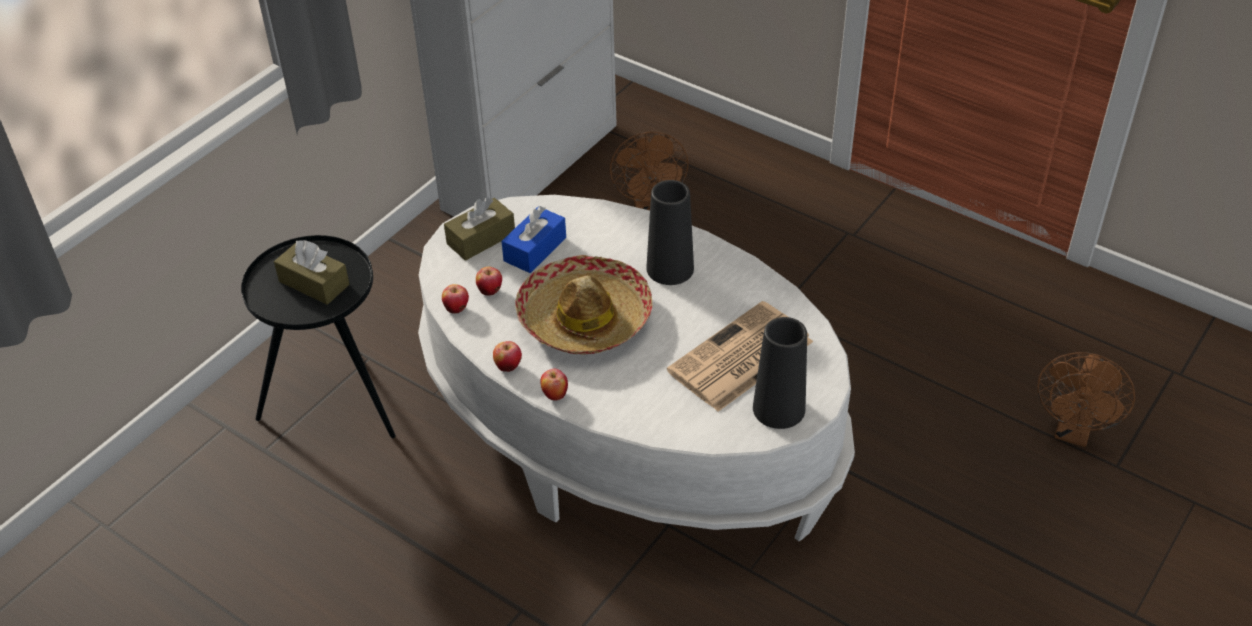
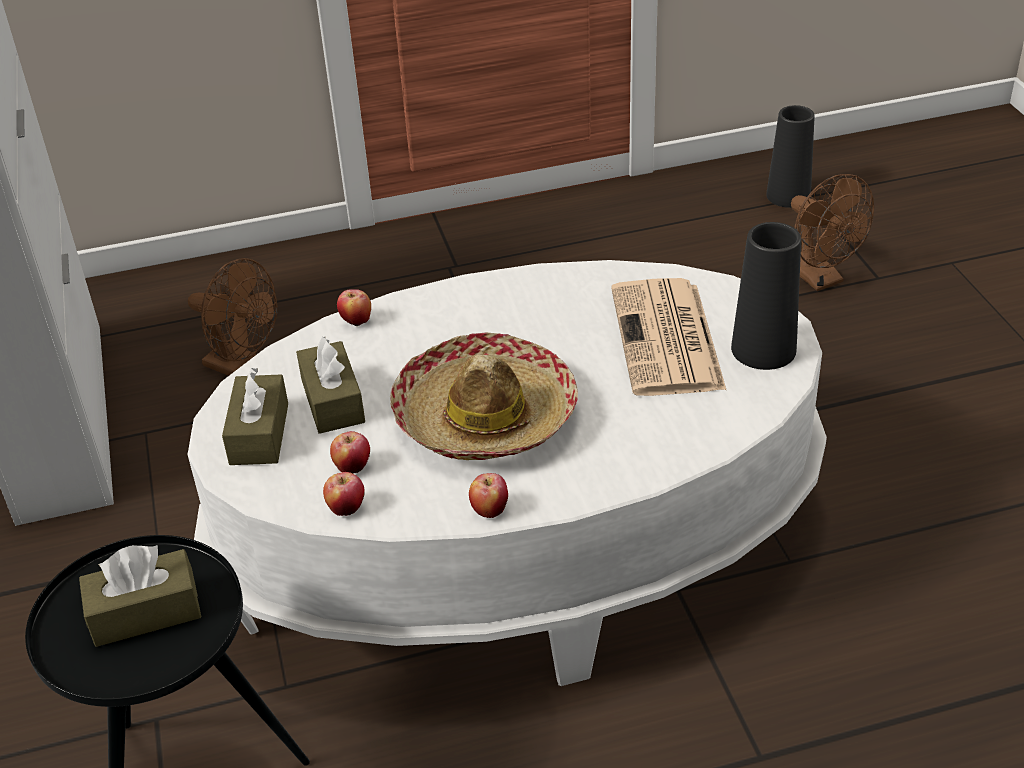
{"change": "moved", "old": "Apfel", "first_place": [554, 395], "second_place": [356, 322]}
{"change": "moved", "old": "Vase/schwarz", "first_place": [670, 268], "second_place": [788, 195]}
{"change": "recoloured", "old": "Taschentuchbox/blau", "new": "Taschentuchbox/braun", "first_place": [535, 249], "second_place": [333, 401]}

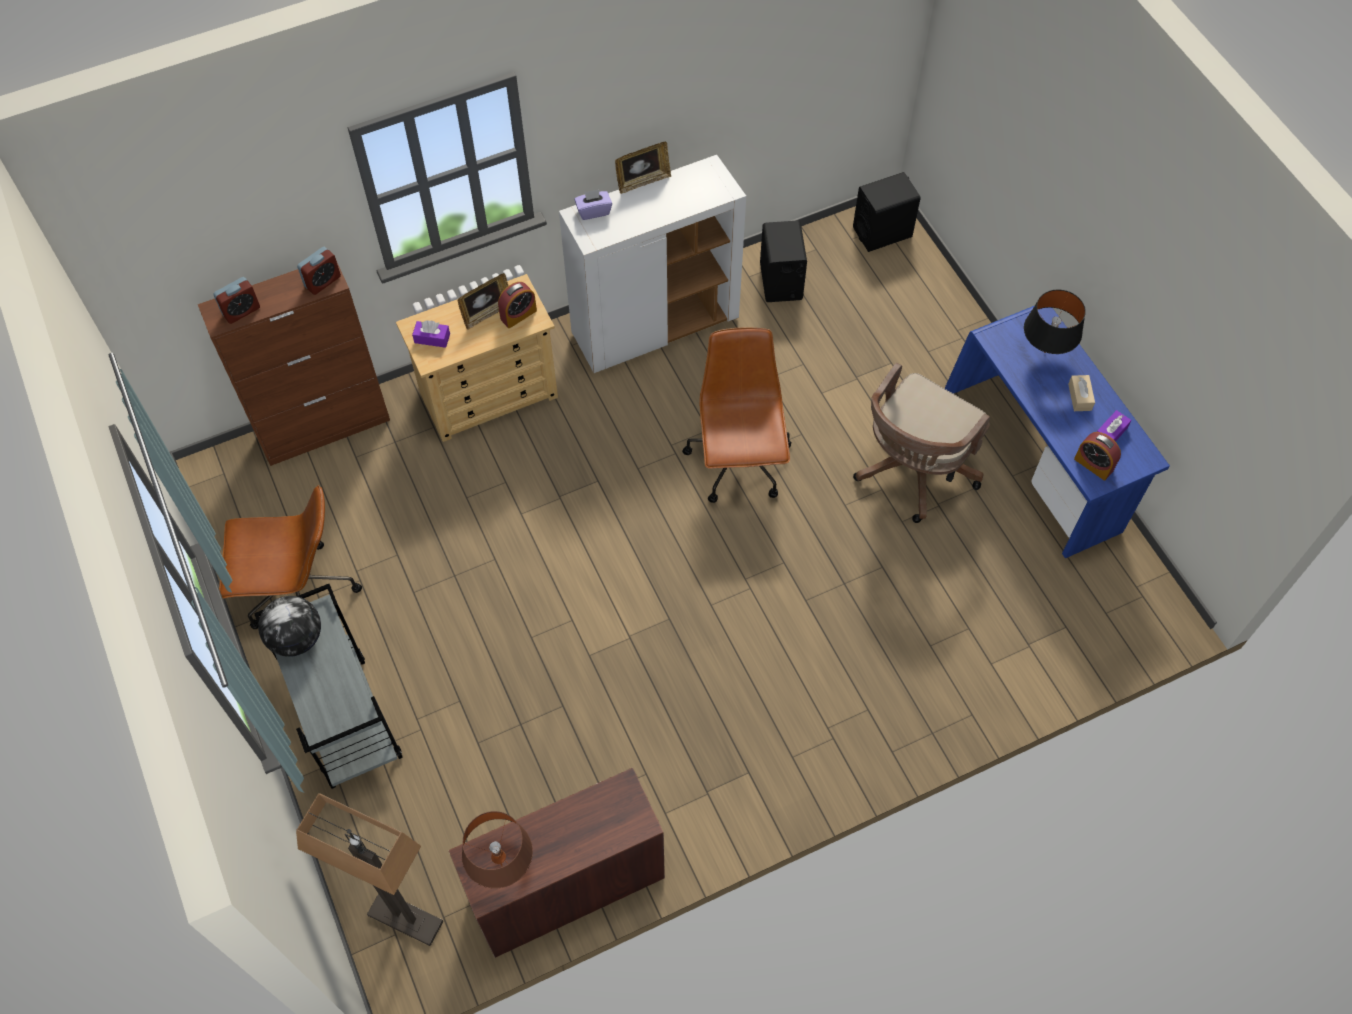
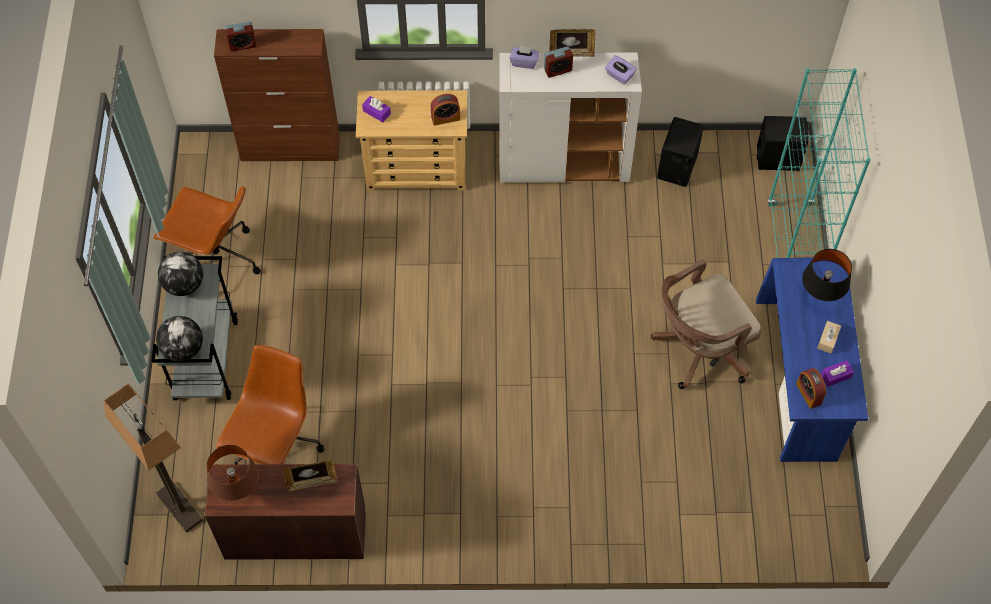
{"change": "added", "new": "Globus", "second_place": [183, 349]}
{"change": "added", "new": "Taschentuchbox/lila", "second_place": [619, 76]}
{"change": "added", "new": "Bücherregal/türkis", "second_place": [794, 246]}
{"change": "moved", "old": "Wecker", "first_place": [322, 281], "second_place": [558, 70]}
{"change": "moved", "old": "Bilderrahmen", "first_place": [487, 313], "second_place": [312, 482]}
{"change": "moved", "old": "Bürostuhl/braun", "first_place": [739, 463], "second_place": [276, 448]}

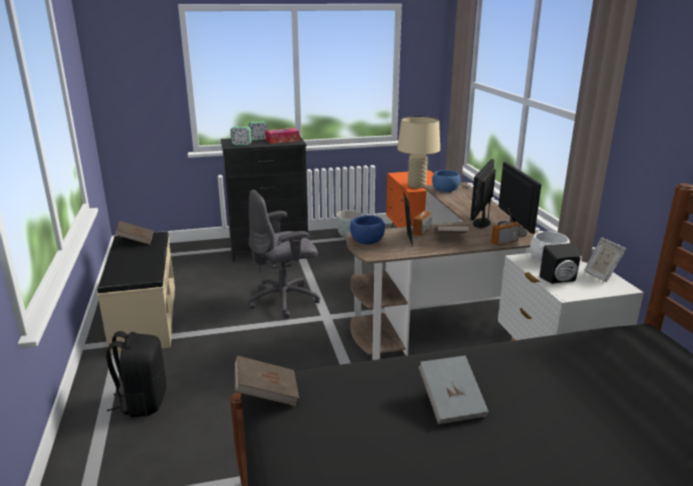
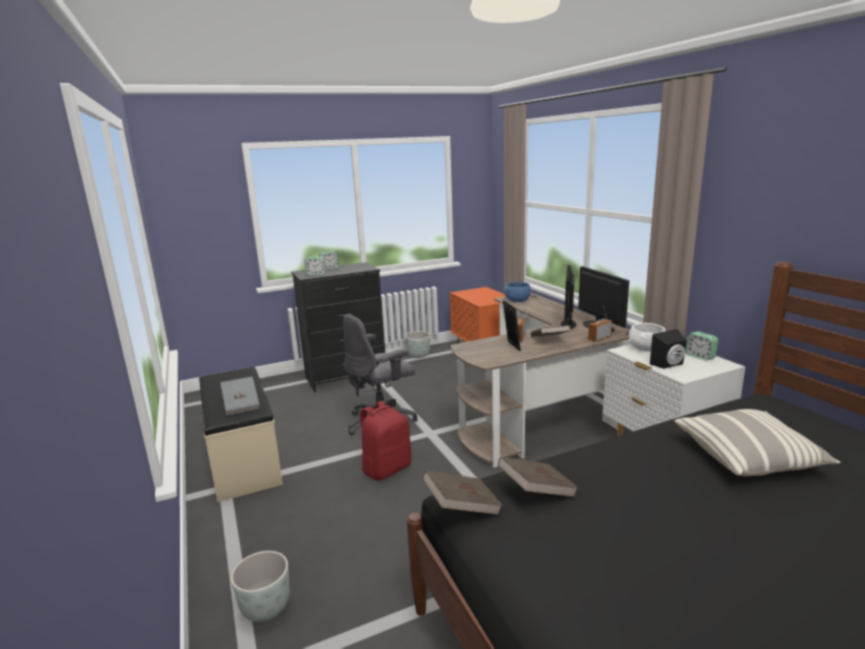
{"change": "removed", "old": "Rucksack/schwarz", "first_place": [143, 402]}
{"change": "removed", "old": "Taschentuchbox", "first_place": [282, 140]}
{"change": "removed", "old": "Schüssel/blau", "first_place": [366, 241]}
{"change": "removed", "old": "Tischlampe/beige", "first_place": [416, 185]}
{"change": "added", "new": "Pflanzkübel/grau", "second_place": [266, 608]}
{"change": "added", "new": "Rucksack/rot", "second_place": [386, 469]}
{"change": "added", "new": "Kissen", "second_place": [748, 457]}
{"change": "moved", "old": "Buch/braun", "first_place": [136, 241], "second_place": [536, 491]}
{"change": "moved", "old": "Buch/grau", "first_place": [451, 403], "second_place": [241, 405]}
{"change": "replaced", "old": "Bilderrahmen", "new": "Wecker", "first_place": [600, 275], "second_place": [700, 356]}

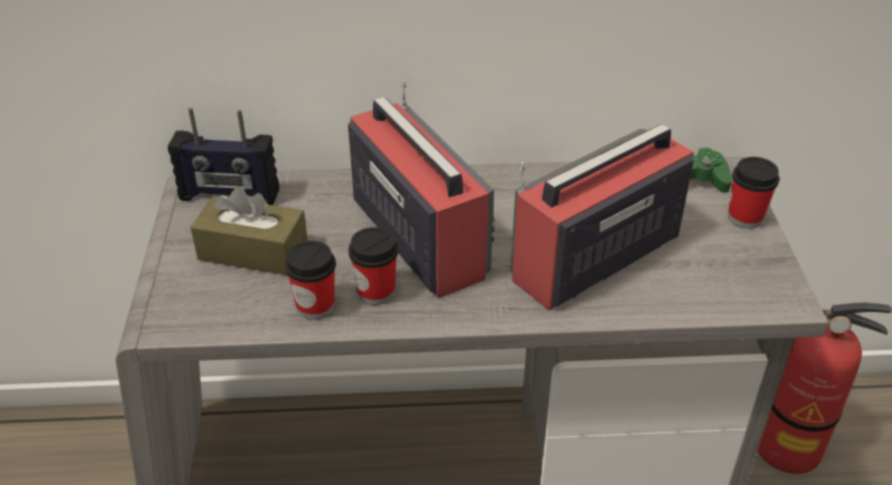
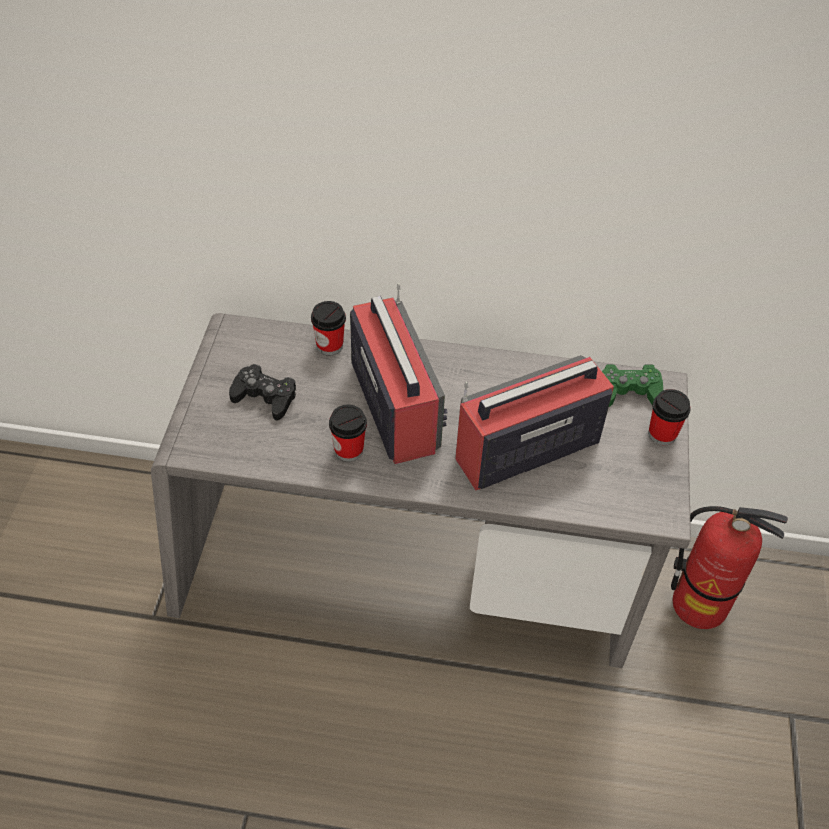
{"change": "removed", "old": "Radio", "first_place": [229, 195]}
{"change": "moved", "old": "Tasse", "first_place": [315, 306], "second_place": [329, 345]}
{"change": "replaced", "old": "Taschentuchbox/braun", "new": "Gamepad/schwarz", "first_place": [253, 251], "second_place": [265, 397]}

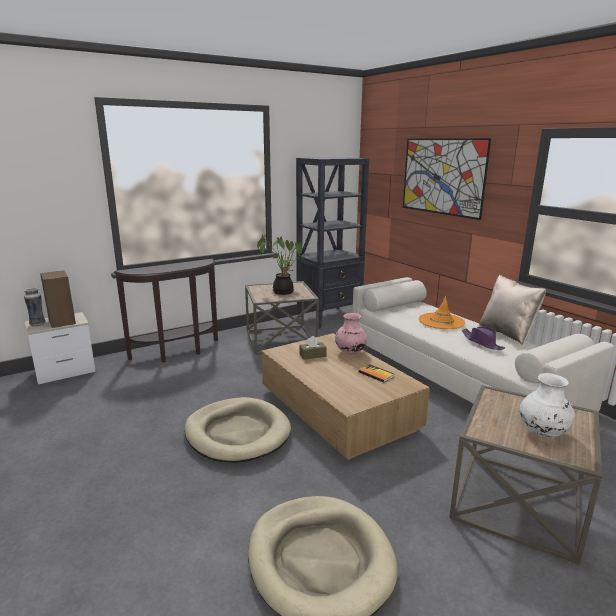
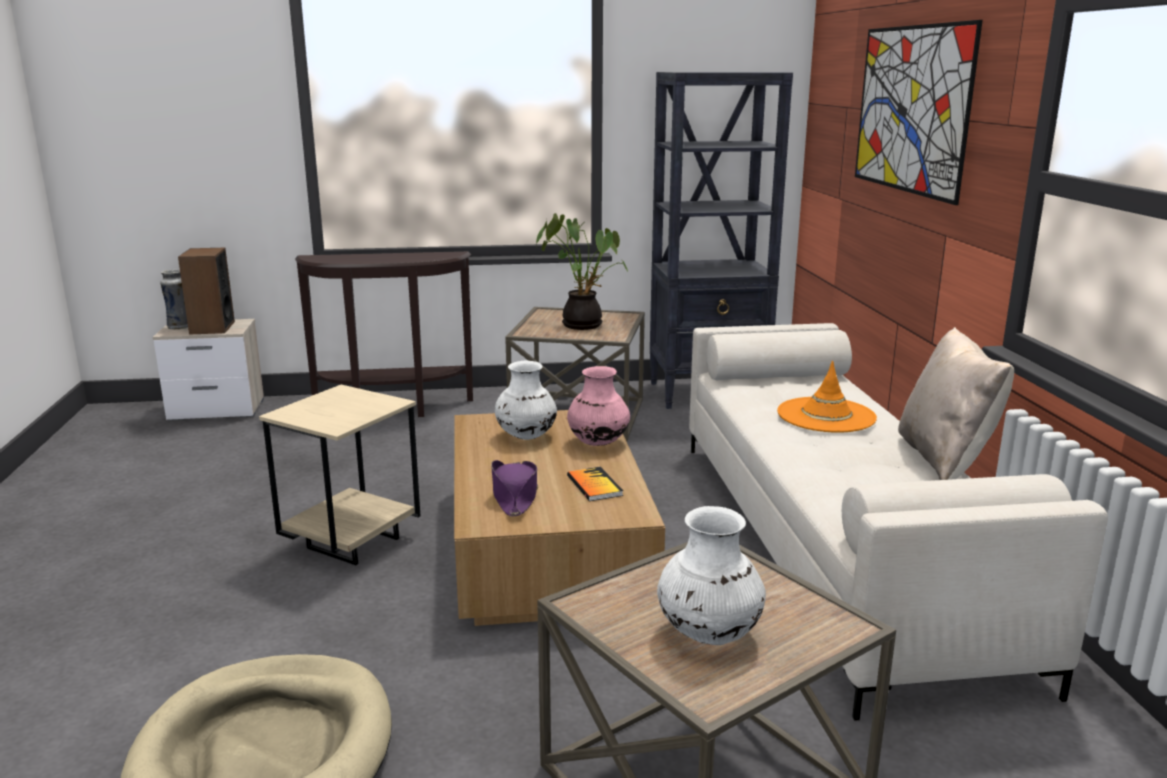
{"change": "moved", "old": "Hut/lila", "first_place": [482, 342], "second_place": [514, 496]}
{"change": "replaced", "old": "Hundebett/beige", "new": "Beistelltisch/beige", "first_place": [237, 433], "second_place": [350, 544]}
{"change": "replaced", "old": "Taschentuchbox/braun", "new": "Vase/weiß", "first_place": [312, 355], "second_place": [526, 437]}

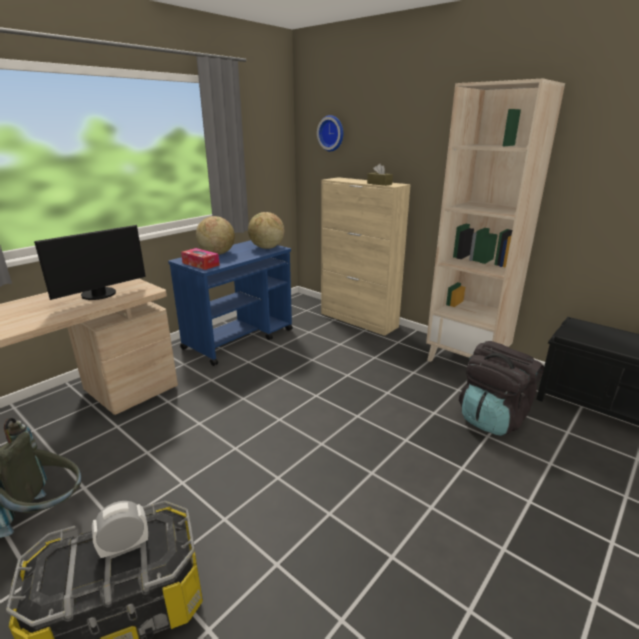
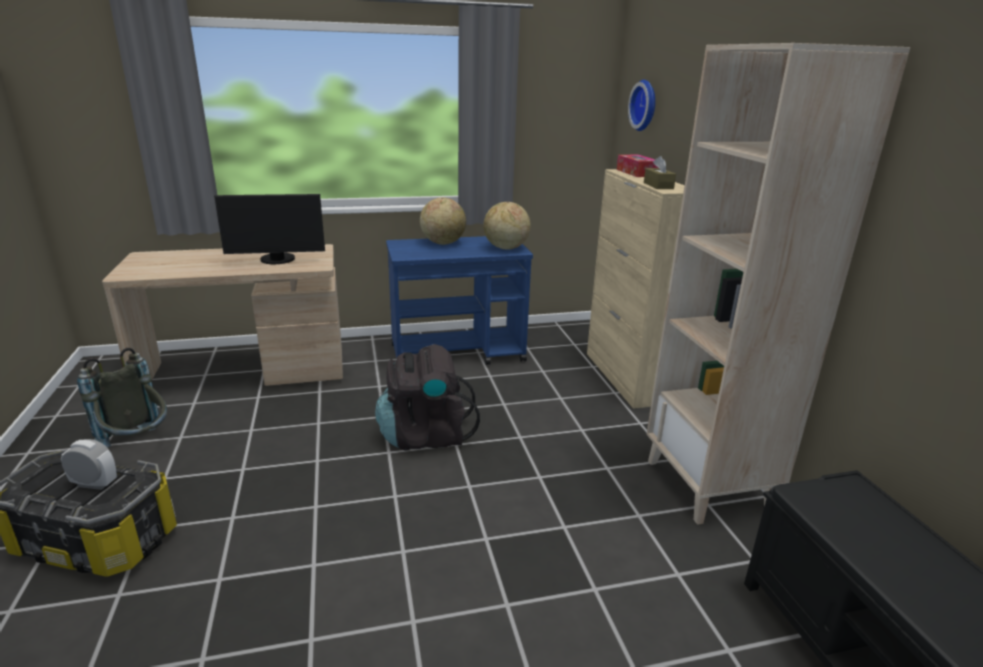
{"change": "moved", "old": "Taschentuchbox", "first_place": [201, 264], "second_place": [636, 173]}
{"change": "moved", "old": "Rucksack/schwarz", "first_place": [493, 418], "second_place": [425, 435]}

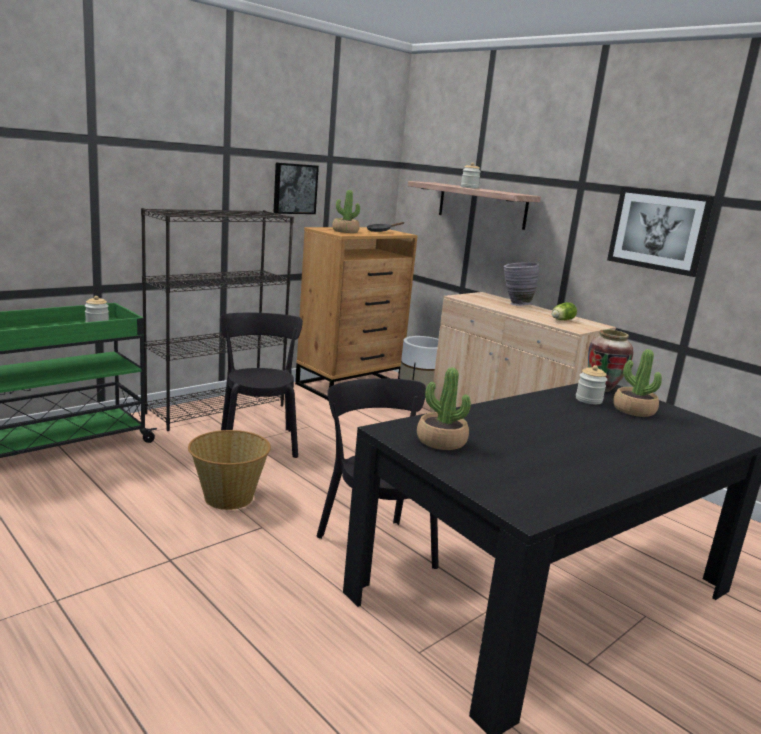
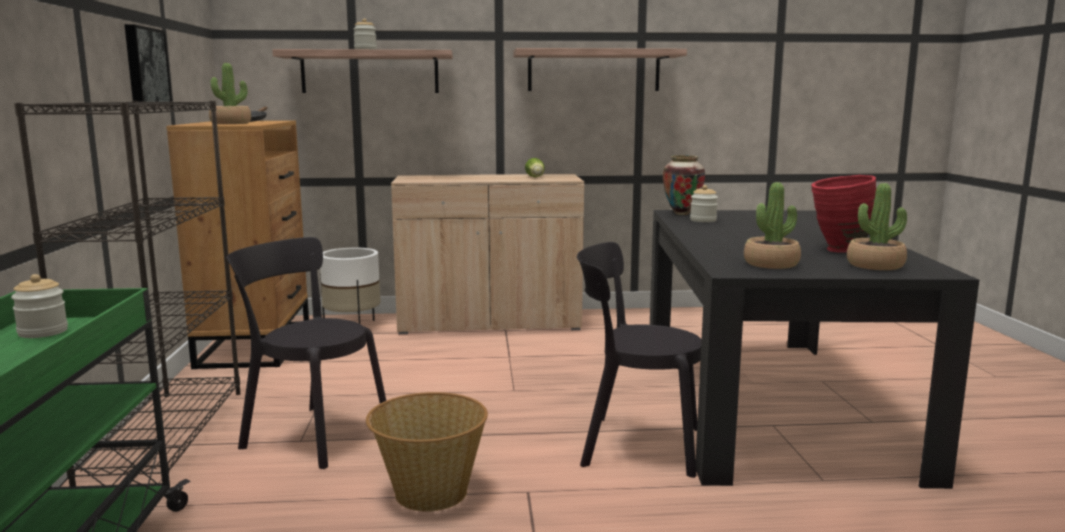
{"change": "removed", "old": "Vase/grau", "first_place": [515, 304]}
{"change": "added", "new": "Vase/rot", "second_place": [837, 250]}
{"change": "moved", "old": "Topfpflanze", "first_place": [633, 410], "second_place": [875, 265]}
{"change": "replaced", "old": "Bild", "new": "Wandregal", "first_place": [658, 230], "second_place": [594, 71]}

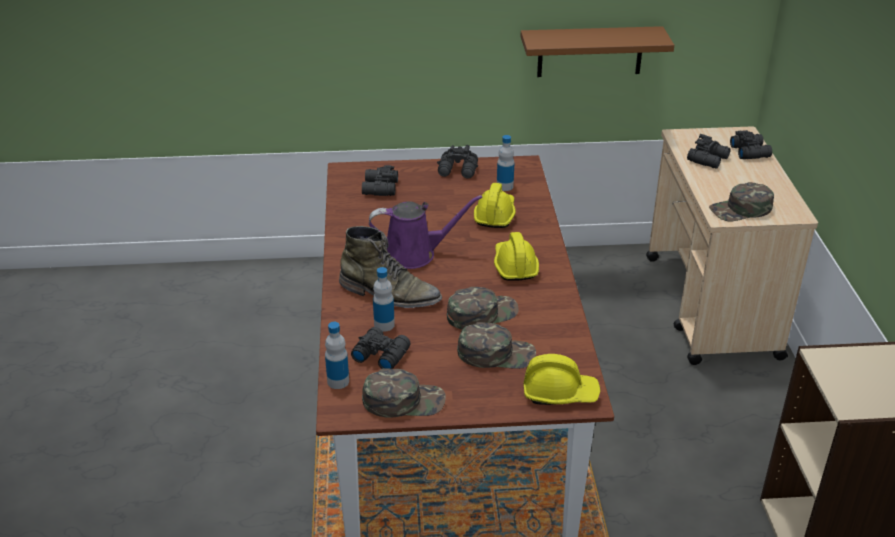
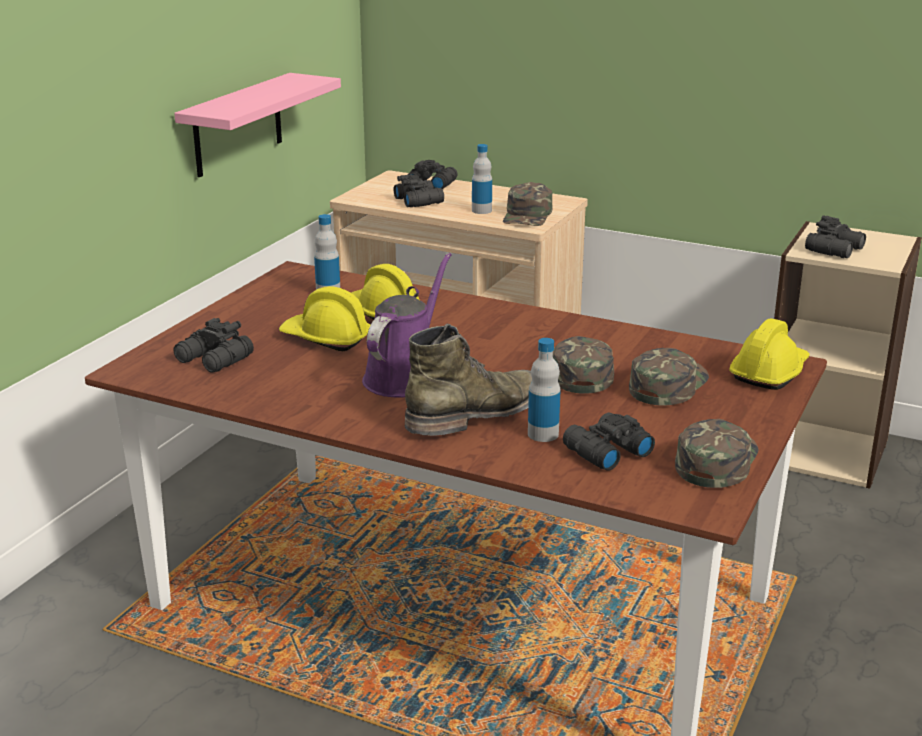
{"change": "moved", "old": "Flasche", "first_place": [338, 381], "second_place": [481, 210]}
{"change": "moved", "old": "Fernglas/schwarz", "first_place": [458, 171], "second_place": [836, 250]}
{"change": "moved", "old": "Schutzhelm/gelb", "first_place": [514, 266], "second_place": [326, 338]}
{"change": "recoloured", "old": "Wandregal/braun", "new": "Wandregal/rosa", "first_place": [590, 51], "second_place": [238, 125]}

